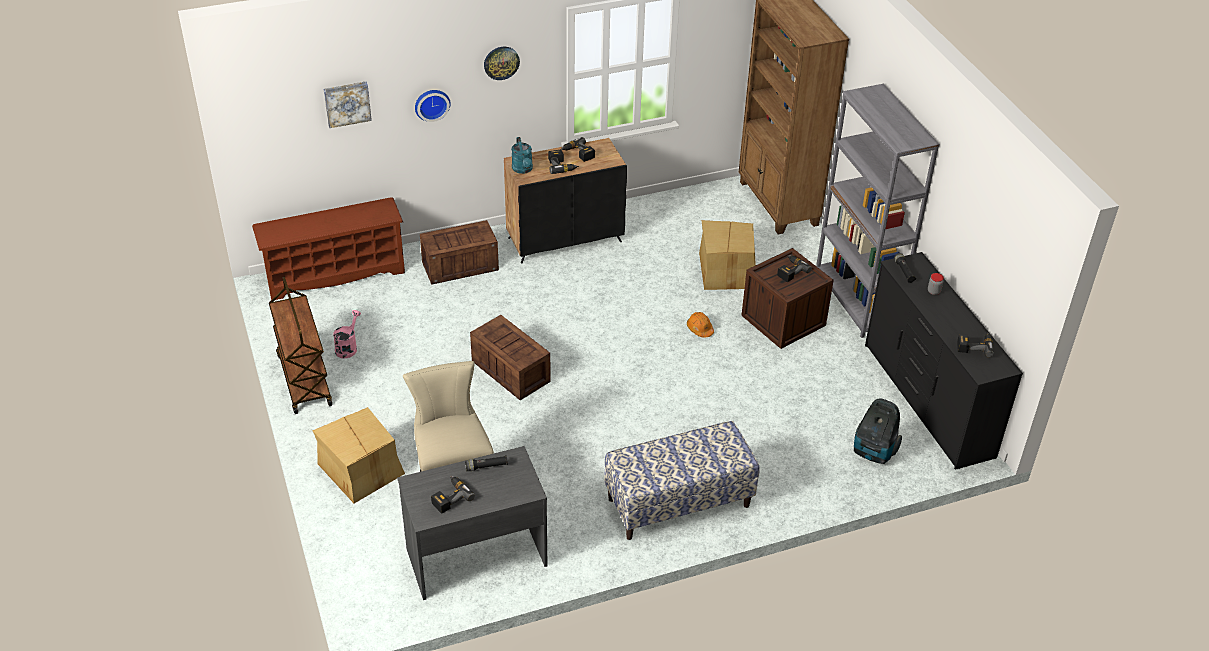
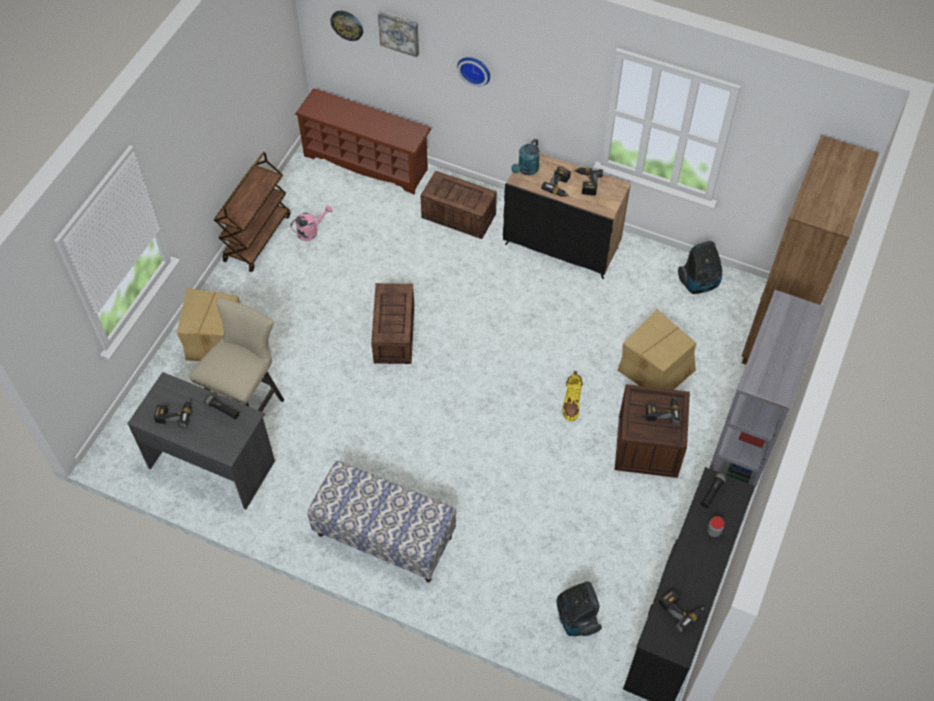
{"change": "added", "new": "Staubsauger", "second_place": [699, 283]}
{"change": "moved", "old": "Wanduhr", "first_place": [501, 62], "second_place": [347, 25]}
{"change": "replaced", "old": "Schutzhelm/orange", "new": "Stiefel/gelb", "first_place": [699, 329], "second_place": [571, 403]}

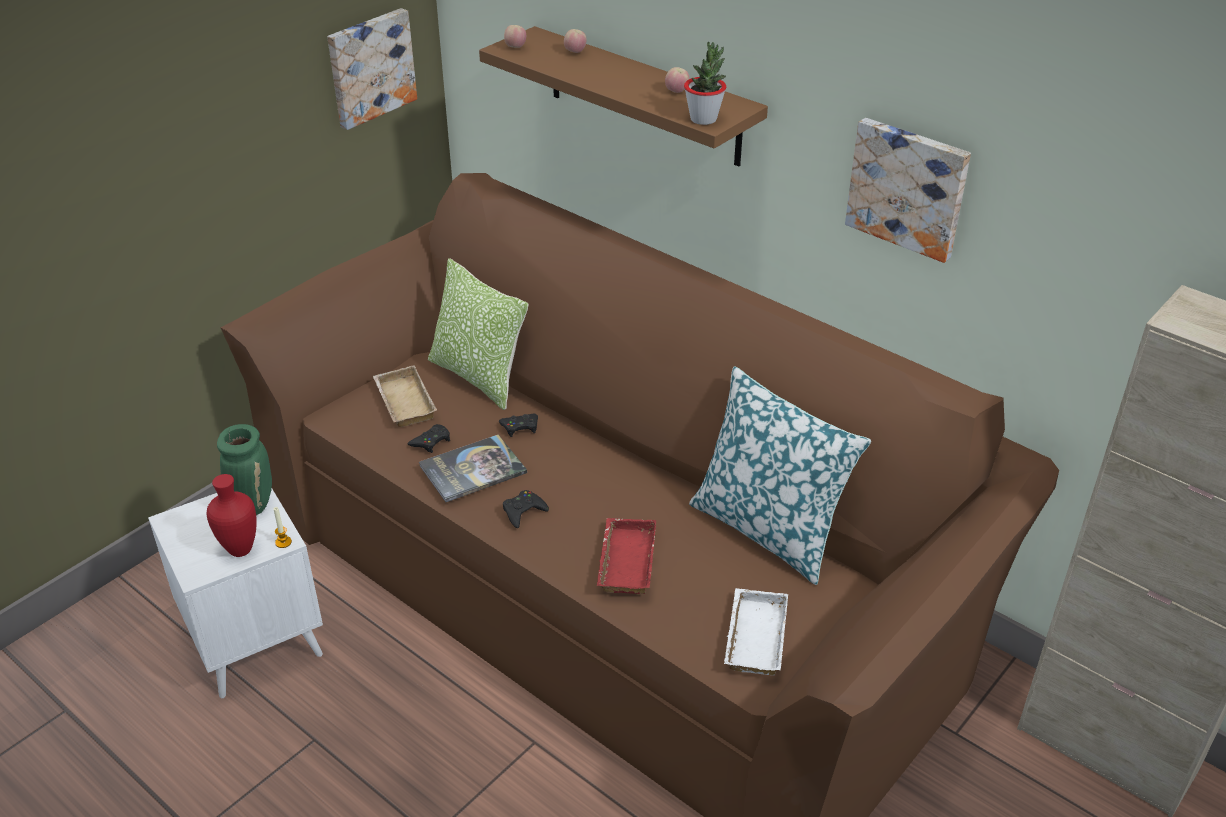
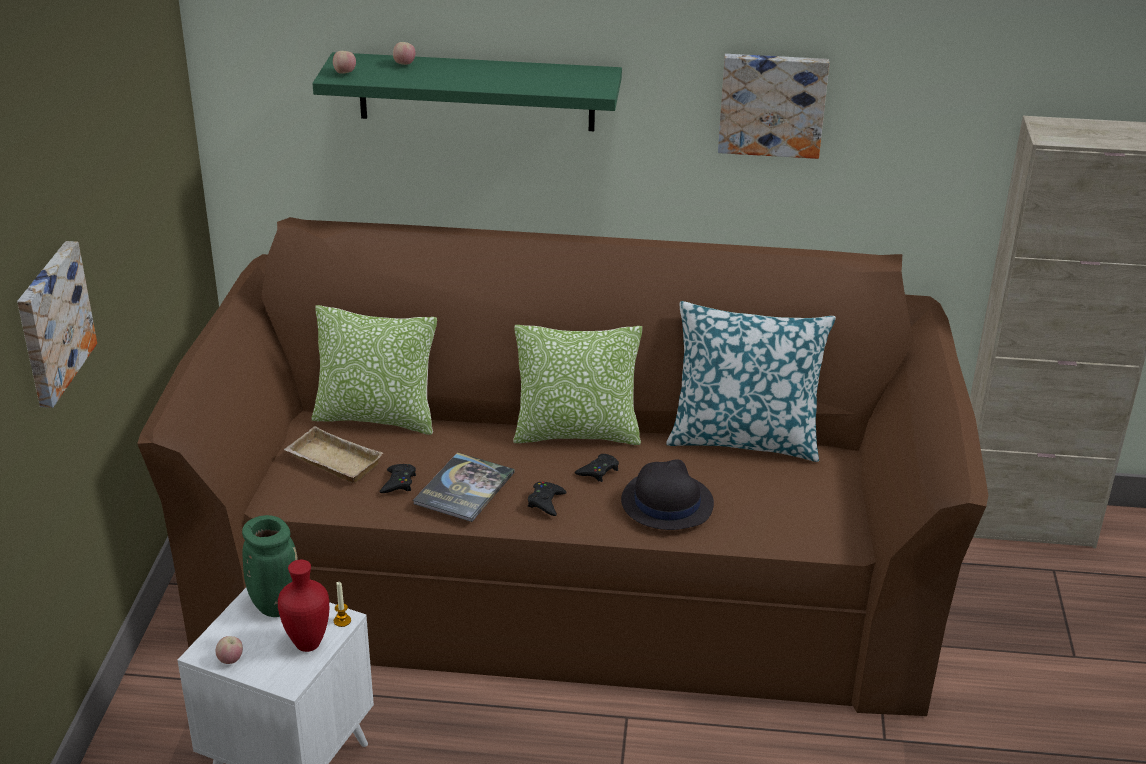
{"change": "removed", "old": "Topfpflanze", "first_place": [703, 119]}
{"change": "removed", "old": "Tablett/weiß", "first_place": [753, 636]}
{"change": "added", "new": "Kissen", "second_place": [577, 433]}
{"change": "moved", "old": "Bild", "first_place": [370, 67], "second_place": [51, 322]}
{"change": "moved", "old": "Gamepad/schwarz", "first_place": [520, 427], "second_place": [598, 471]}
{"change": "moved", "old": "Apfel", "first_place": [676, 92], "second_place": [230, 660]}
{"change": "replaced", "old": "Tablett/rot", "new": "Hut/schwarz", "first_place": [624, 560], "second_place": [666, 502]}
{"change": "recoloured", "old": "Wandregal/braun", "new": "Wandregal/grün", "first_place": [643, 96], "second_place": [476, 92]}

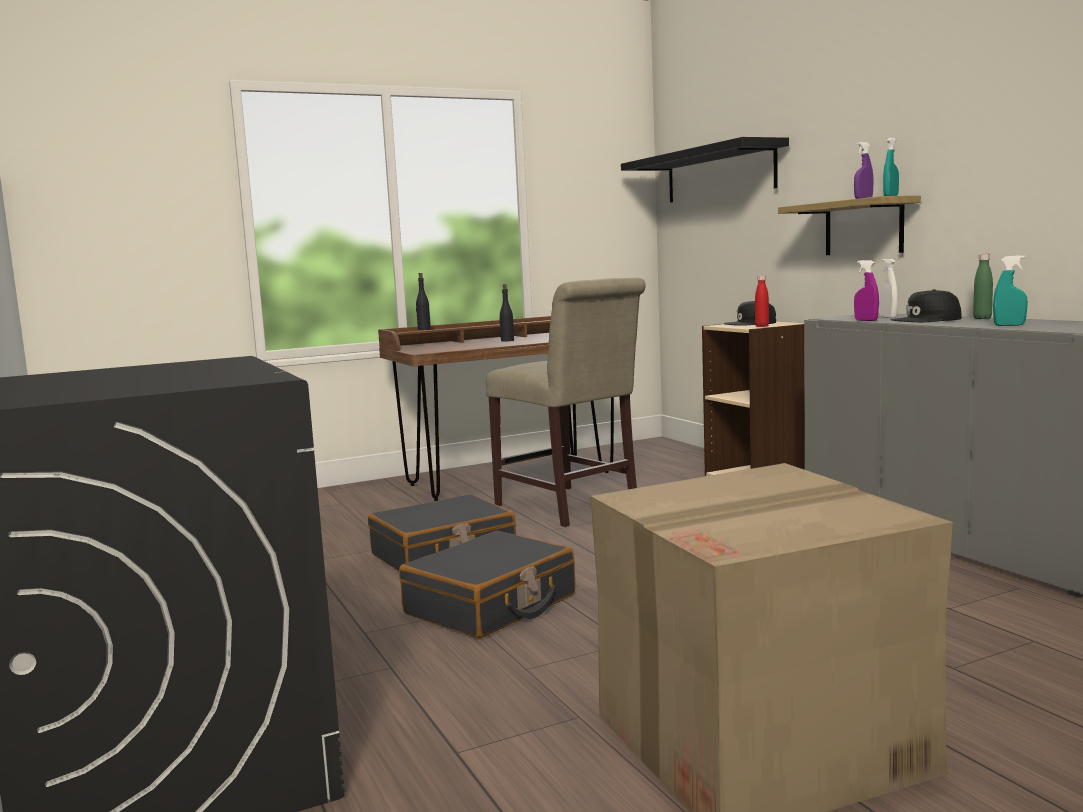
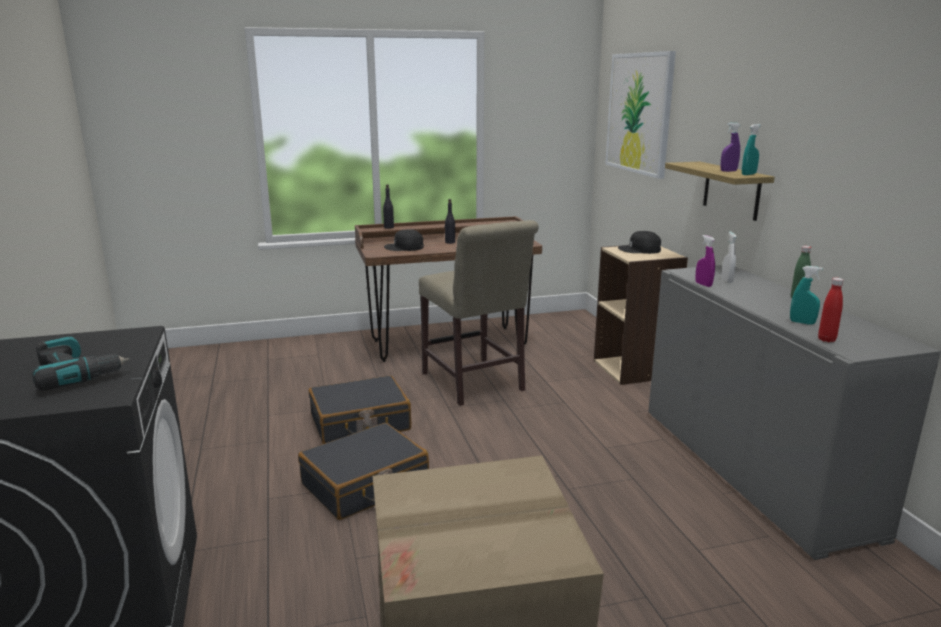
{"change": "added", "new": "Bohrmaschine", "second_place": [77, 374]}
{"change": "moved", "old": "Flasche/rot", "first_place": [762, 326], "second_place": [826, 339]}
{"change": "moved", "old": "Kappe/schwarz", "first_place": [926, 320], "second_place": [404, 247]}
{"change": "replaced", "old": "Wandregal/schwarz", "new": "Bild", "first_place": [719, 173], "second_place": [639, 113]}

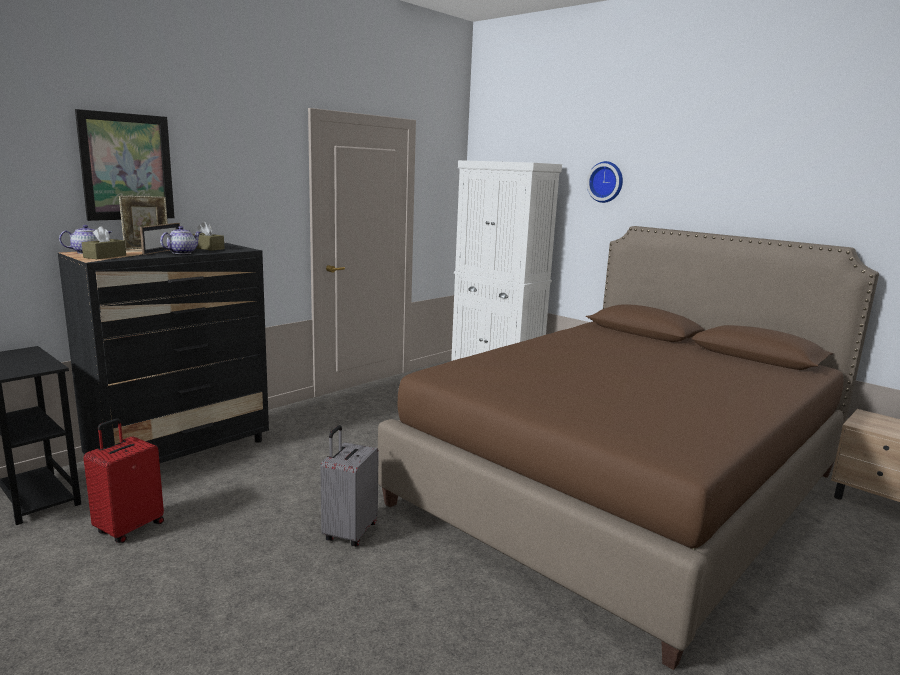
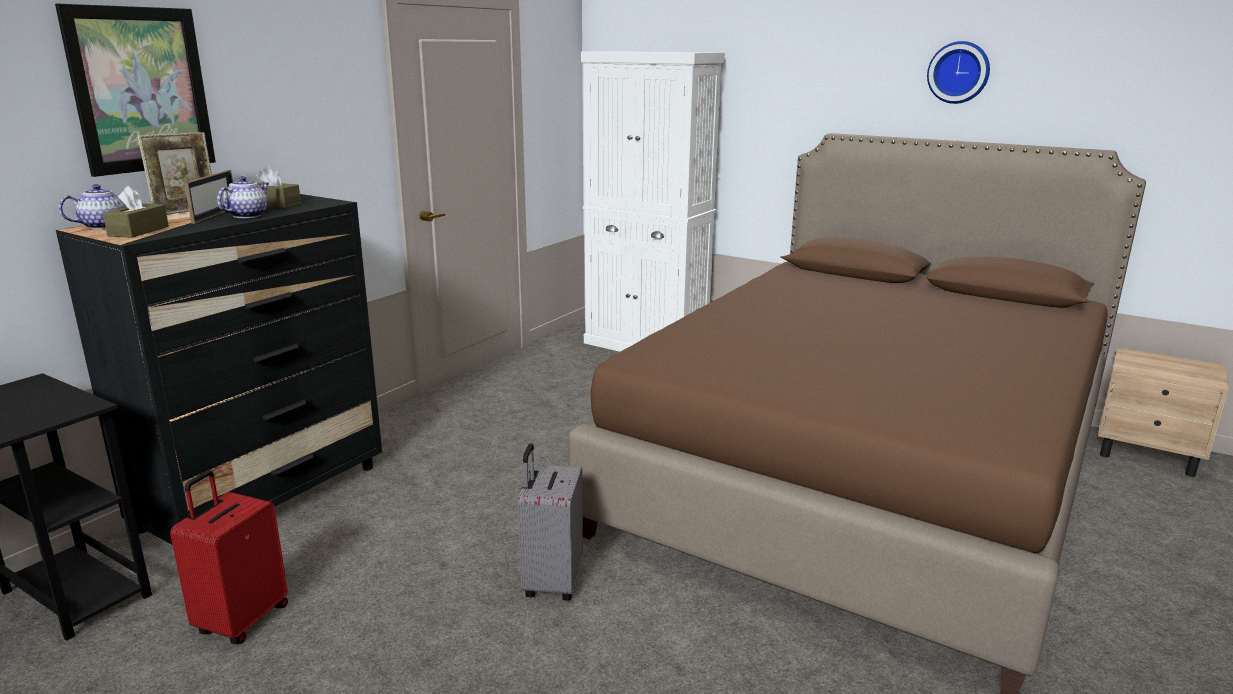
{"change": "moved", "old": "Wanduhr", "first_place": [606, 182], "second_place": [959, 72]}

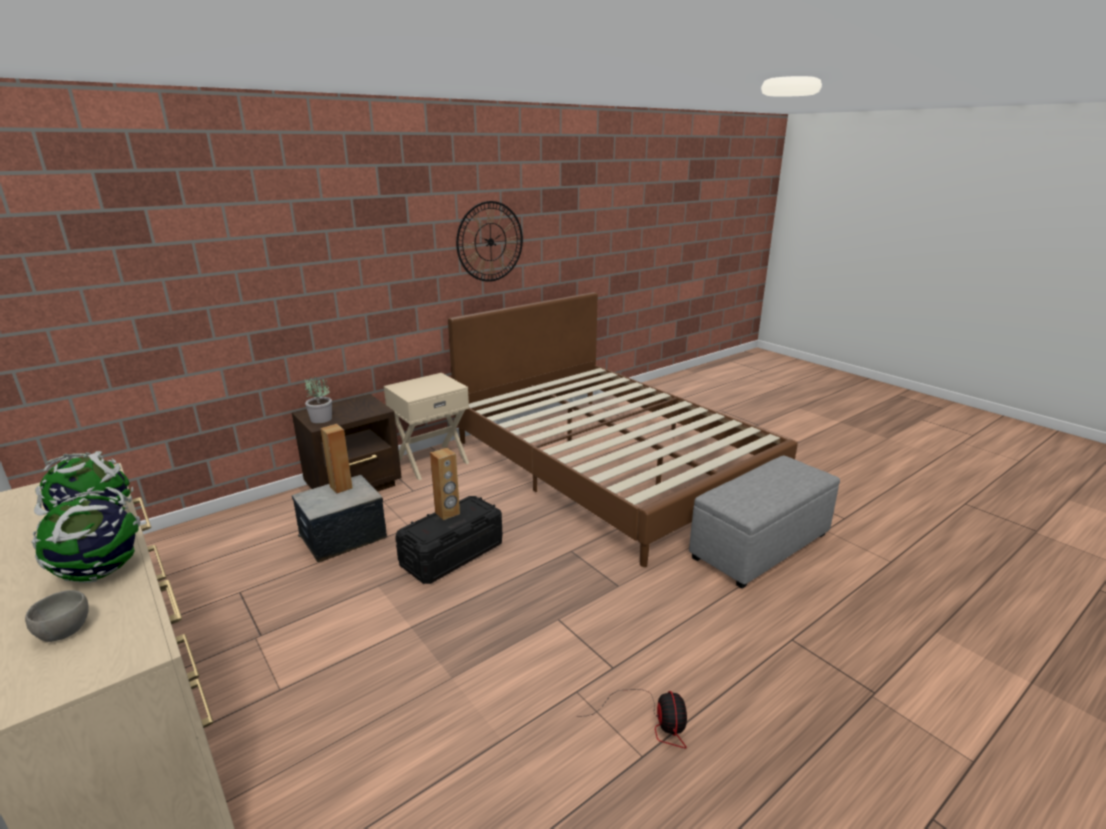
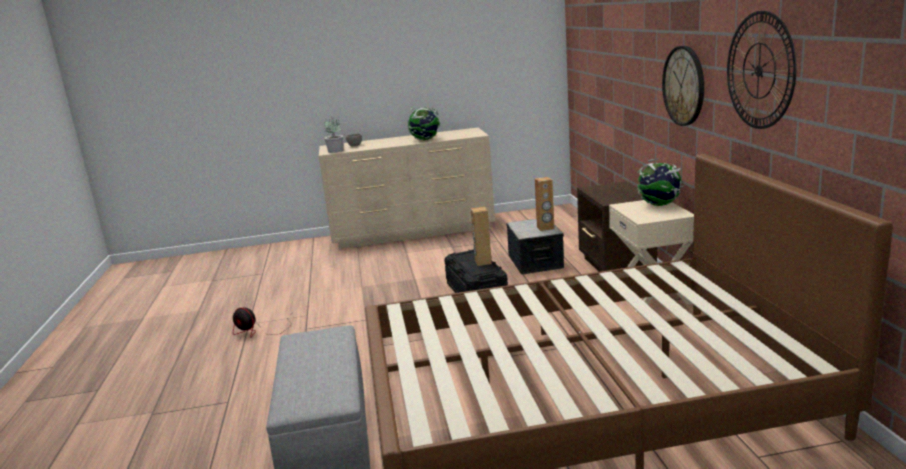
{"change": "added", "new": "Wanduhr", "second_place": [684, 86]}
{"change": "moved", "old": "Globus", "first_place": [101, 572], "second_place": [659, 205]}
{"change": "moved", "old": "Topfpflanze", "first_place": [321, 419], "second_place": [335, 151]}

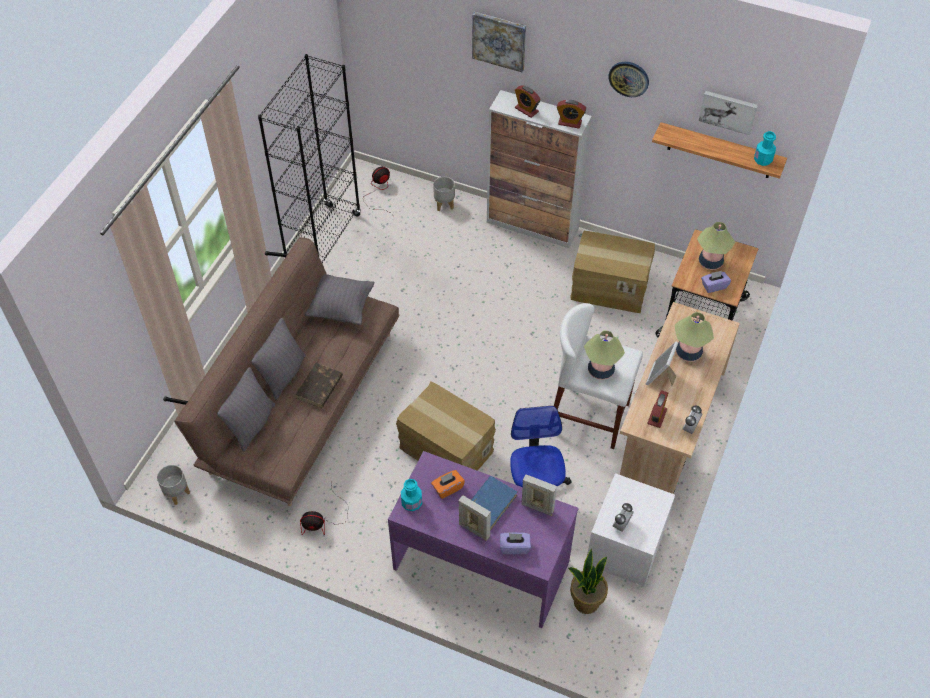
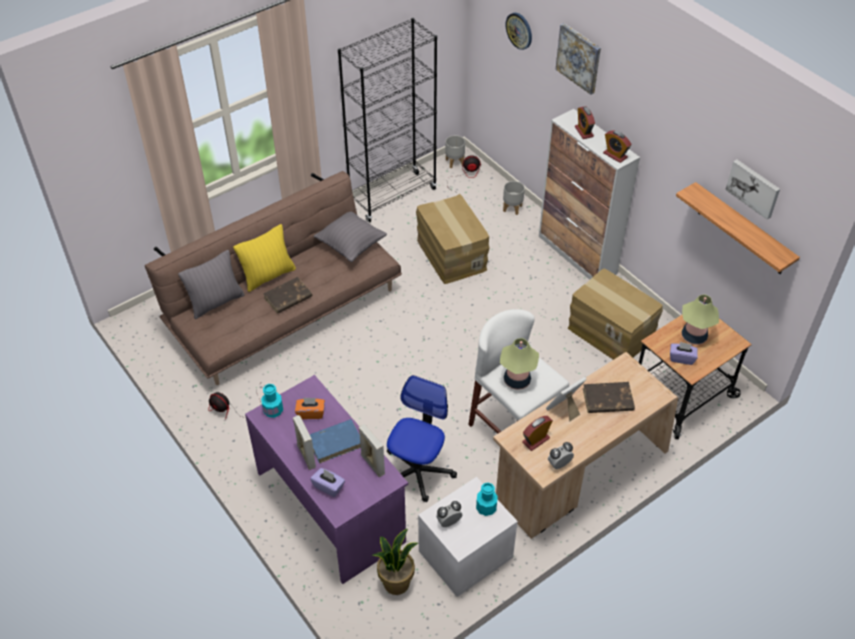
{"change": "moved", "old": "Pflanzkübel/grau", "first_place": [176, 493], "second_place": [454, 162]}
{"change": "moved", "old": "Karton", "first_place": [445, 449], "second_place": [450, 255]}
{"change": "moved", "old": "Wanduhr", "first_place": [629, 78], "second_place": [519, 30]}
{"change": "moved", "old": "Flasche/türkis", "first_place": [762, 160], "second_place": [486, 508]}
{"change": "replaced", "old": "Tischlampe", "new": "Buch/braun", "first_place": [688, 352], "second_place": [607, 400]}
{"change": "recoloured", "old": "Kissen/grau", "new": "Kissen/gelb", "first_place": [283, 374], "second_place": [268, 276]}

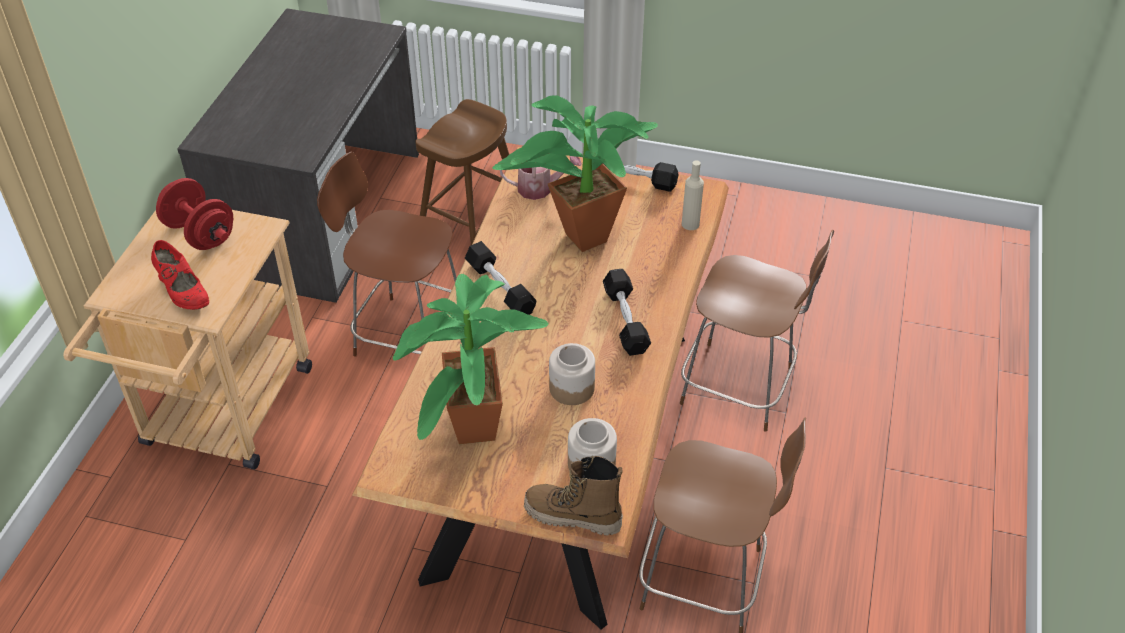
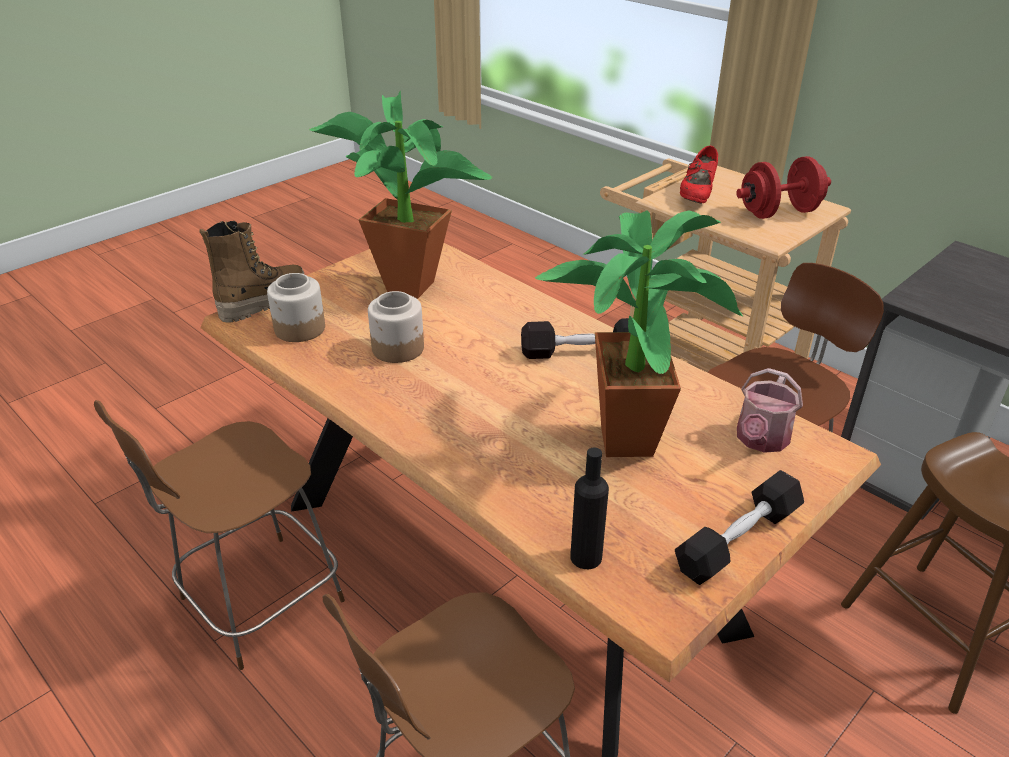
{"change": "removed", "old": "Hantel/schwarz", "first_place": [625, 320]}
{"change": "recoloured", "old": "Flasche/beige", "new": "Flasche/schwarz", "first_place": [690, 224], "second_place": [586, 557]}
{"change": "turned", "old": "Schuh/rot", "first_place": [183, 293], "second_place": [697, 195], "degrees": -60}

